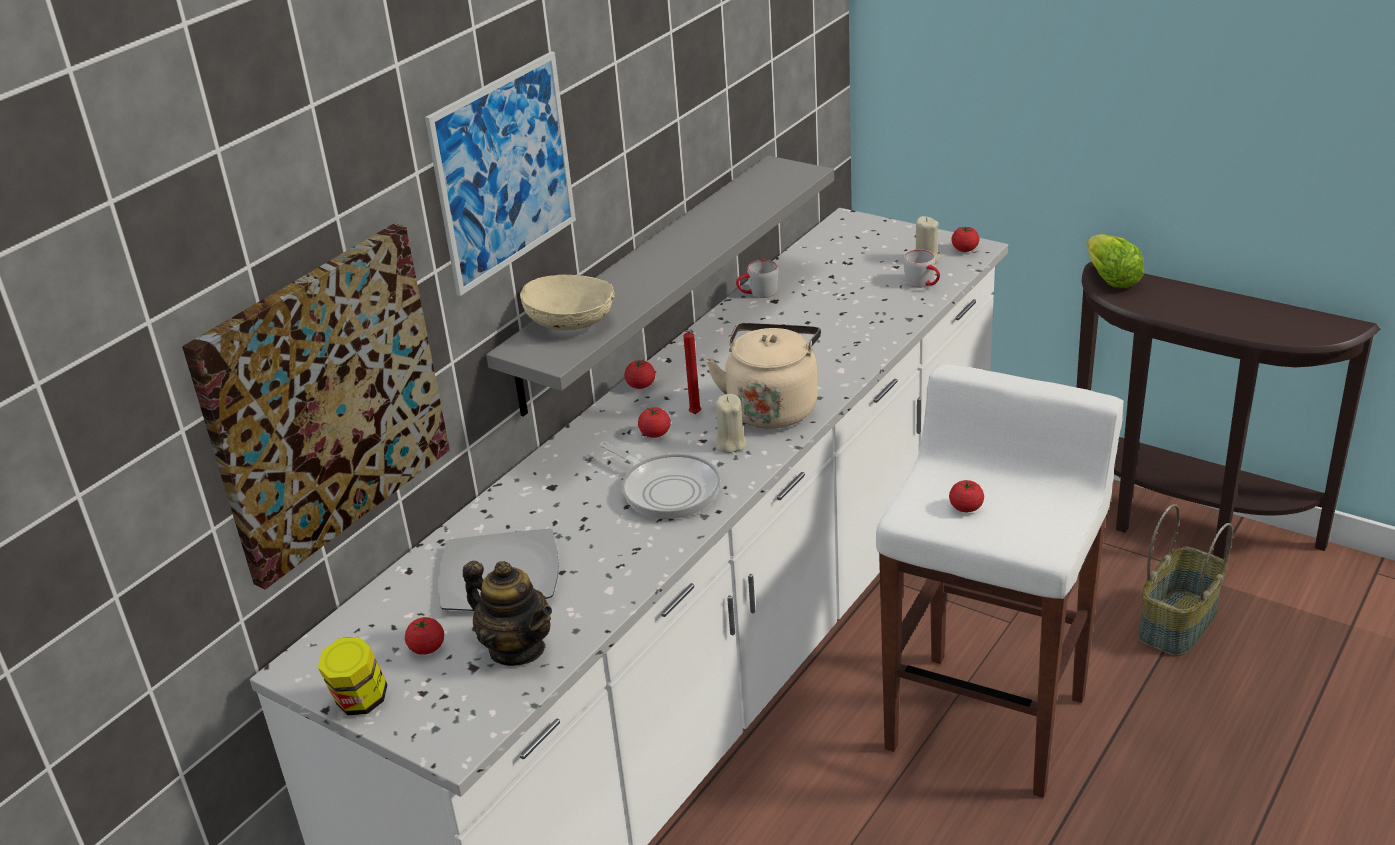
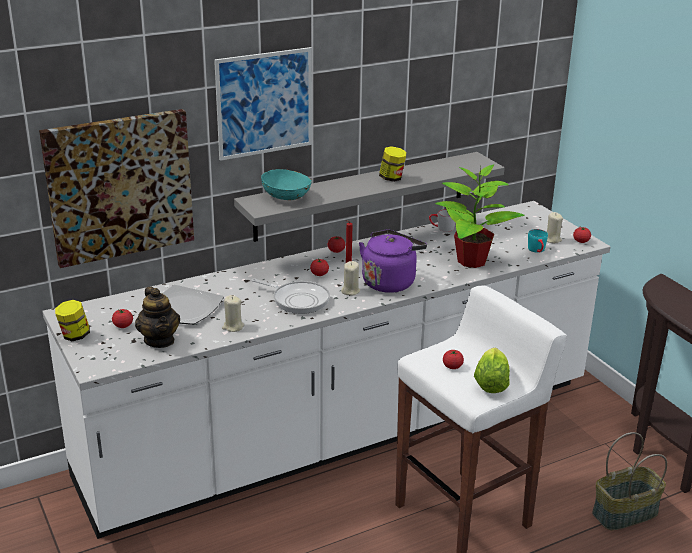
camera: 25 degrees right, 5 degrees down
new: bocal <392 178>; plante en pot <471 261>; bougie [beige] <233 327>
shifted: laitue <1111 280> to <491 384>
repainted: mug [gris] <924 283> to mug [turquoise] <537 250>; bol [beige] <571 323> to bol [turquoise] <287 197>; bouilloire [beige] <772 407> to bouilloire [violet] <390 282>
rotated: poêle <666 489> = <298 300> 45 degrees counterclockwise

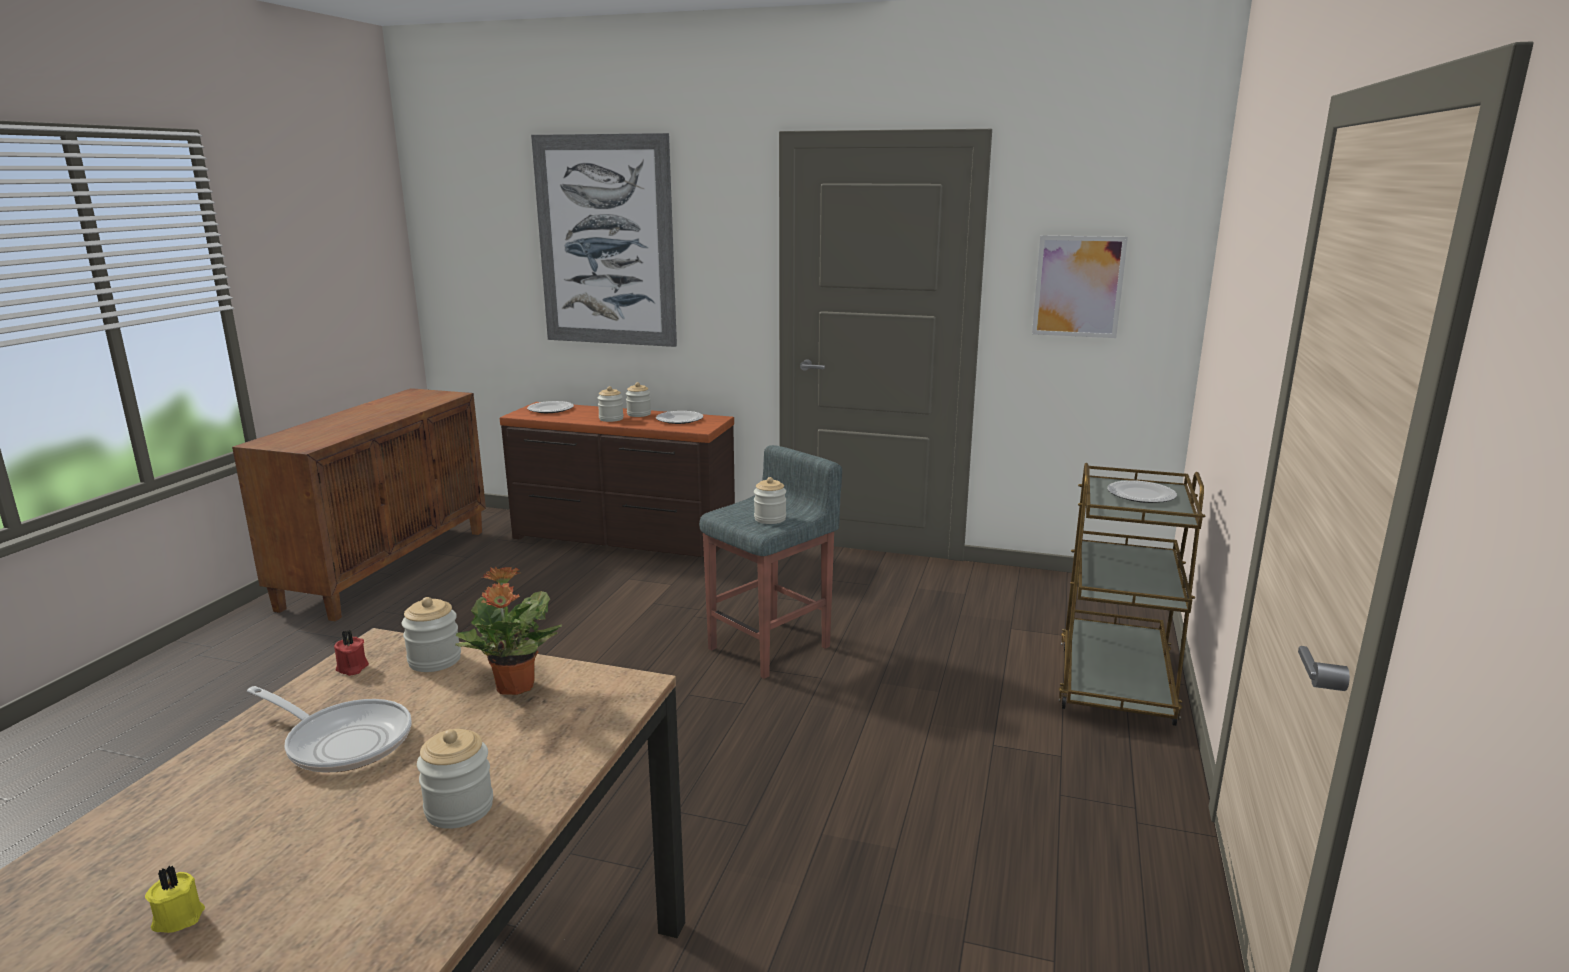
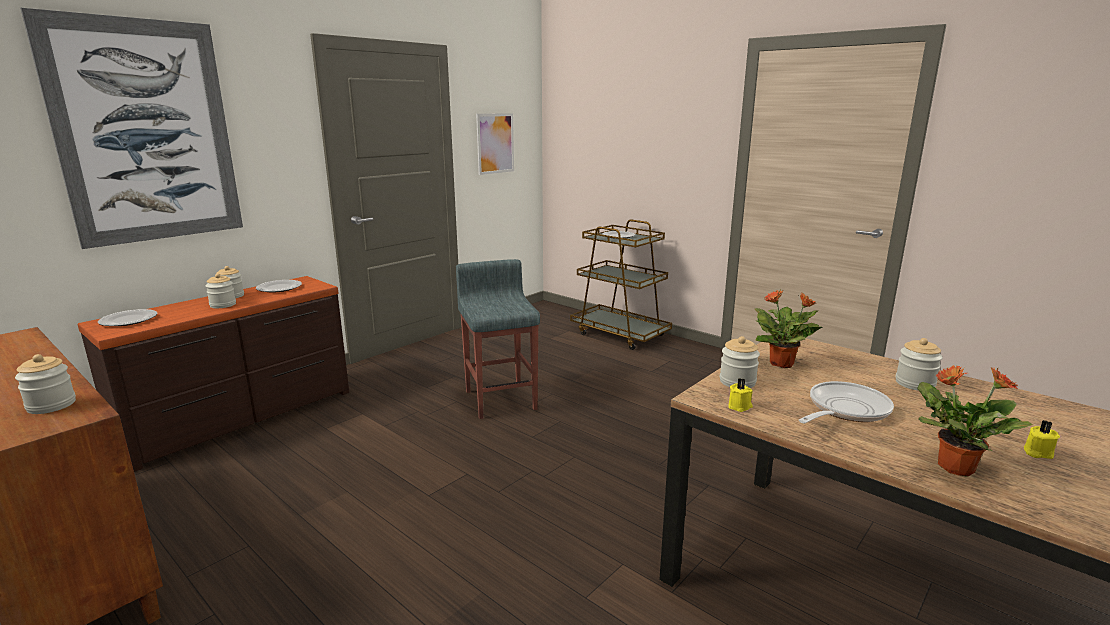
camera: 65 degrees left, 0 degrees up
new: plante en pot <954 467>
shifted: bocal <770 519> to <51 405>
repainted: bougie [rouge] <352 668> to bougie [jaune] <740 406>

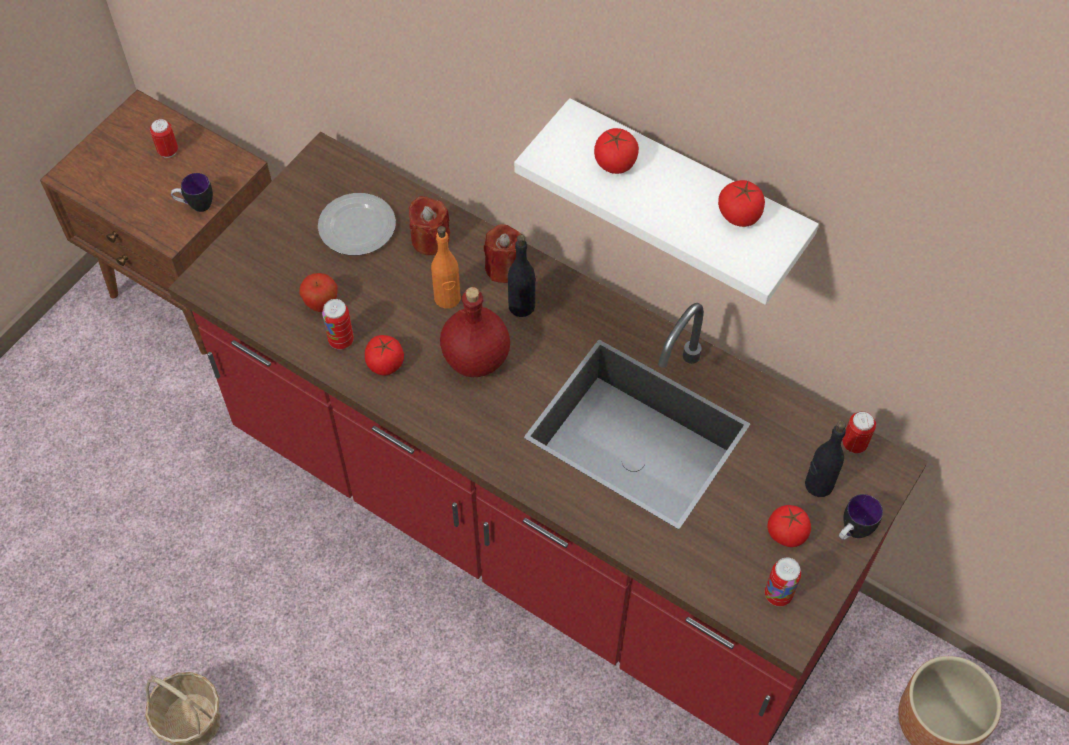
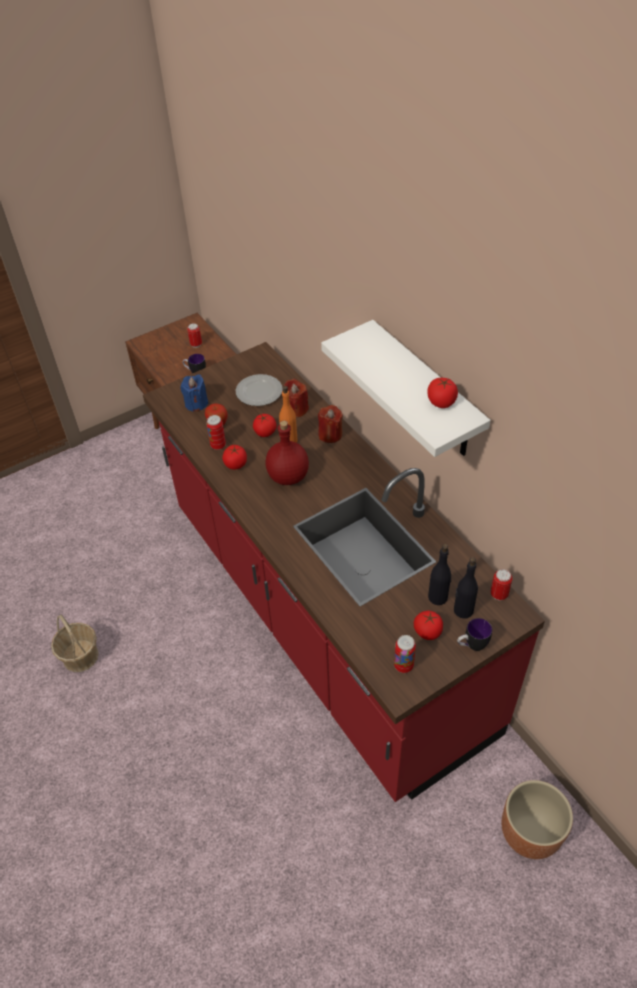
camera: 25 degrees right, 10 degrees down
new: bougie [bleu] <196 403>
shifted: tomate <615 163> to <265 432>; bouteille [noir] <522 306> to <438 597>

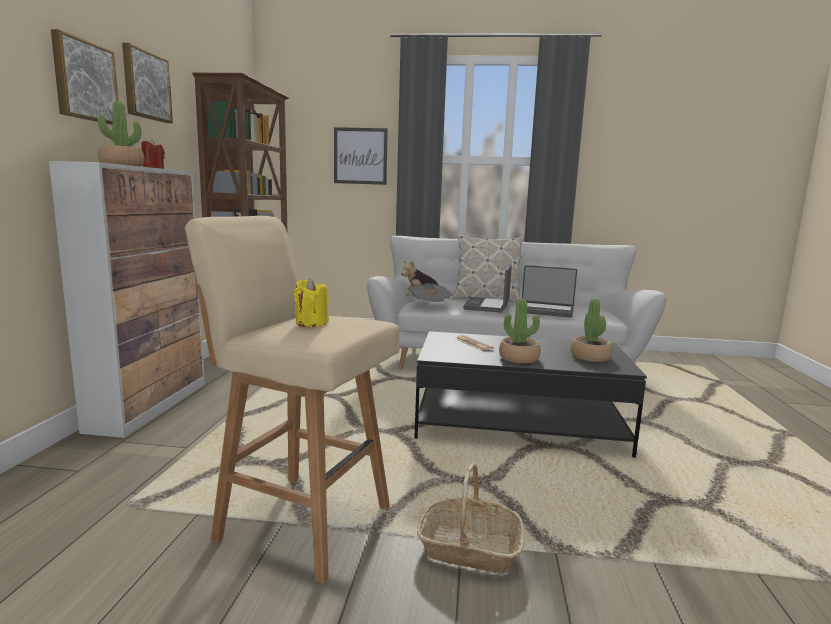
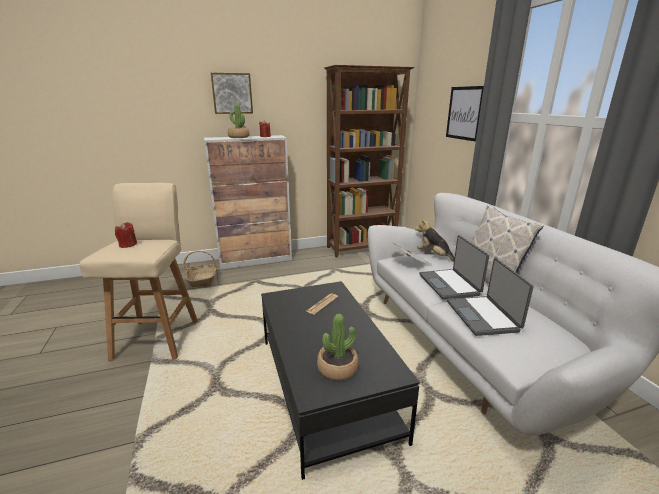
camera: 65 degrees right, 10 degrees up
gone: tableau <145 85>; plante en pot <519 358>
shifted: panier <469 548> to <203 279>
repainted: bougie [jaune] <311 323> to bougie [rouge] <128 245>
rotated: ordinateur portable <488 306> = <450 284> 90 degrees counterclockwise

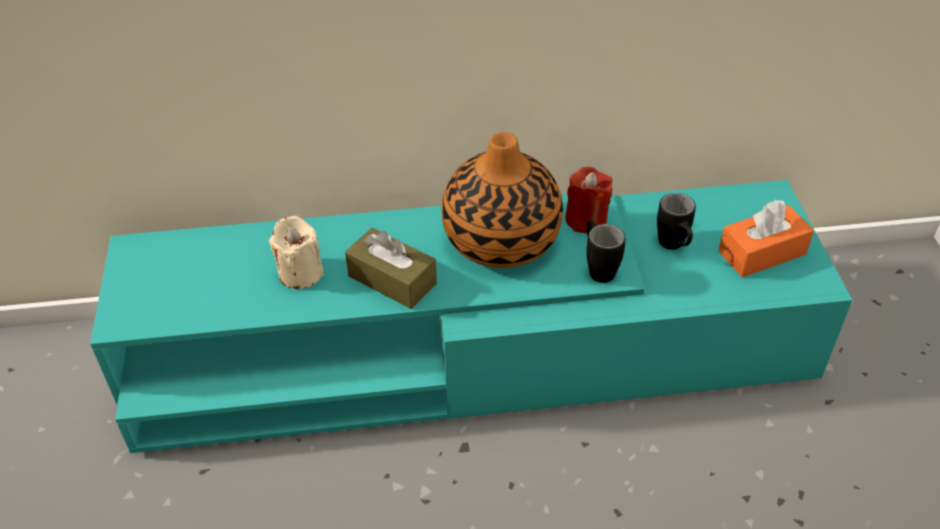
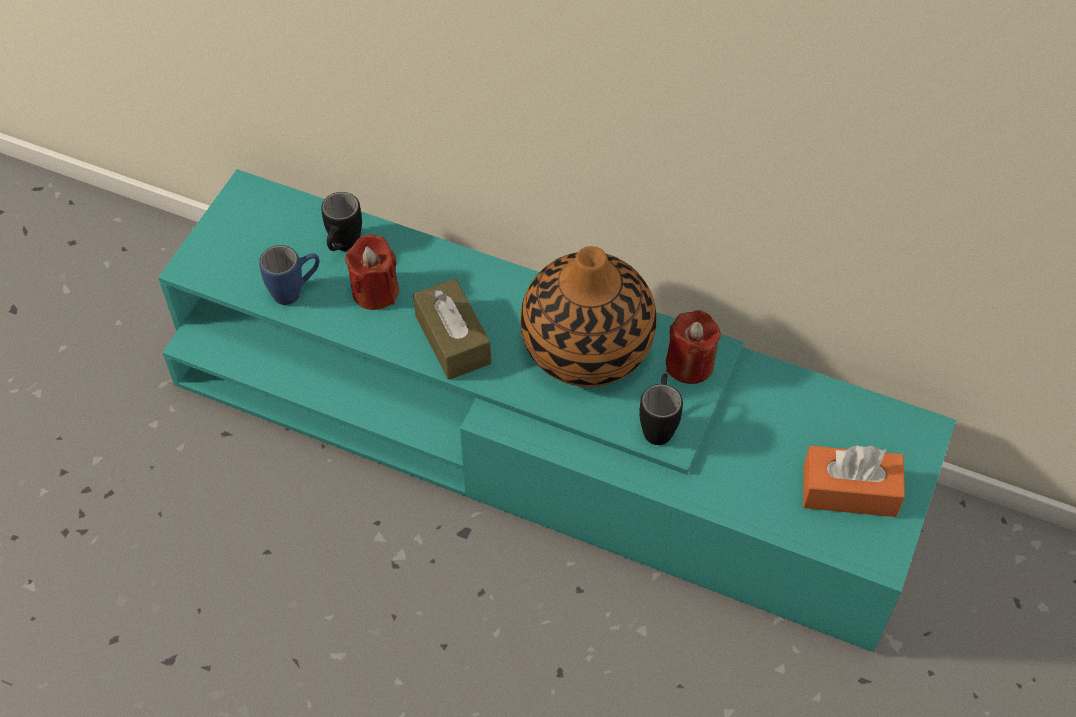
camera: 30 degrees right, 10 degrees up
new: mug [bleu] <295 291>
shifted: mug [noir] <674 247> to <343 248>
repainted: bougie [beige] <300 273> to bougie [rouge] <375 291>

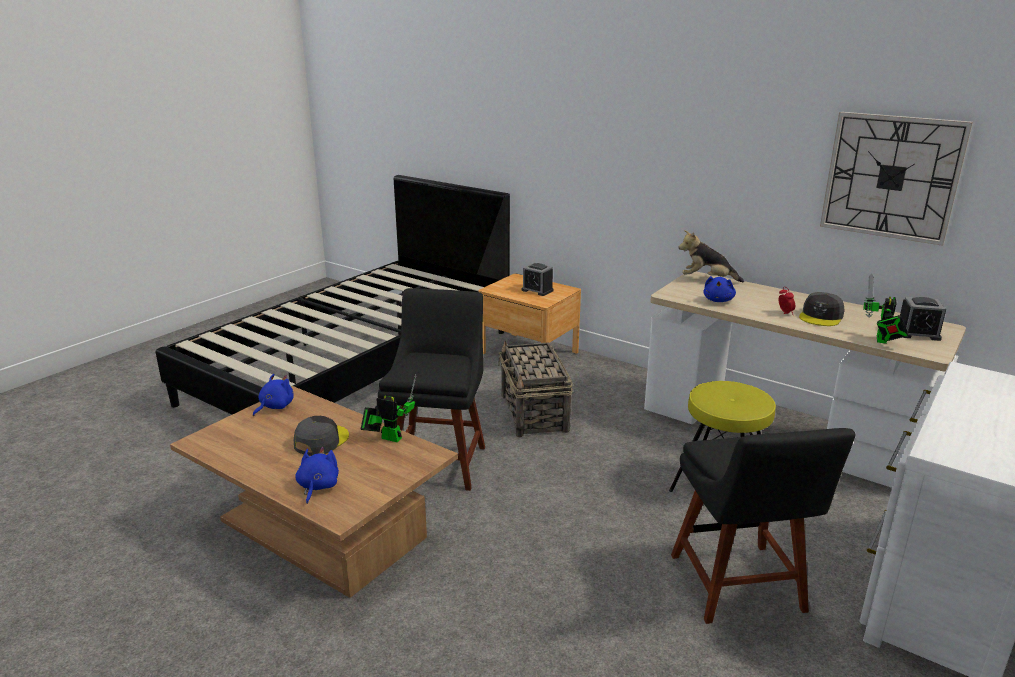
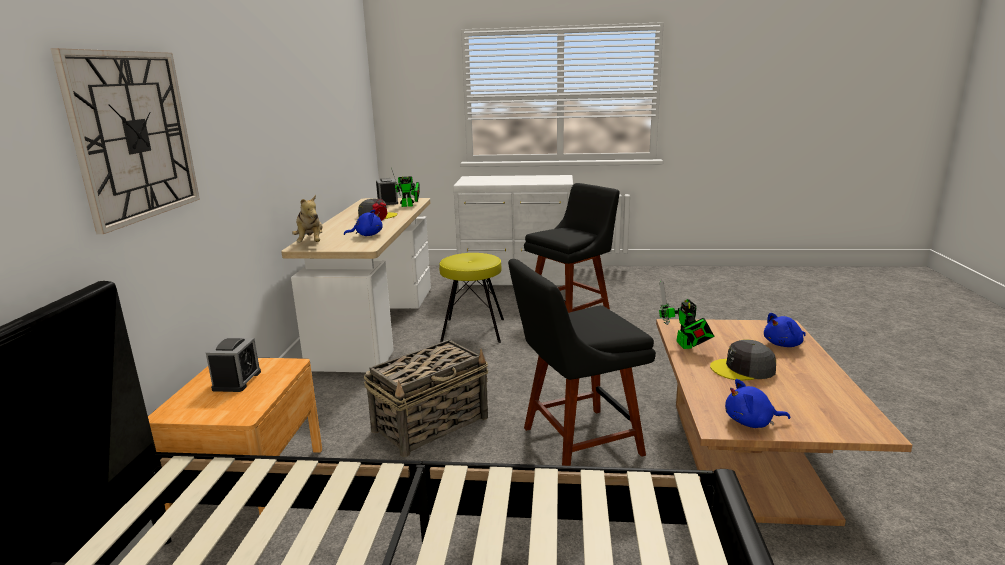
camera: 120 degrees left, 5 degrees down
shifted: horloge murale <891 177> to <133 136>

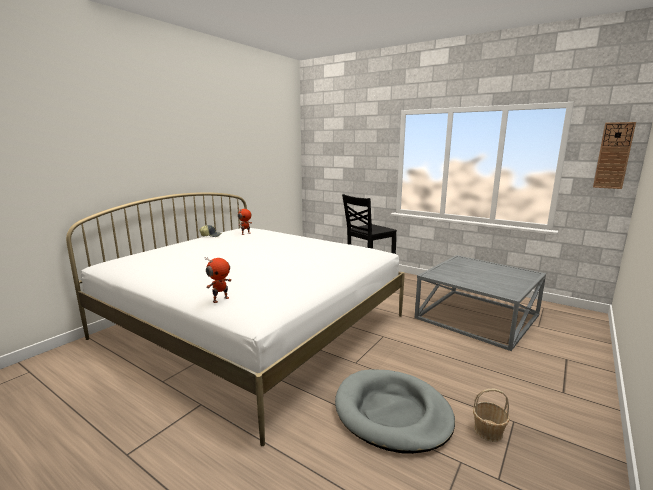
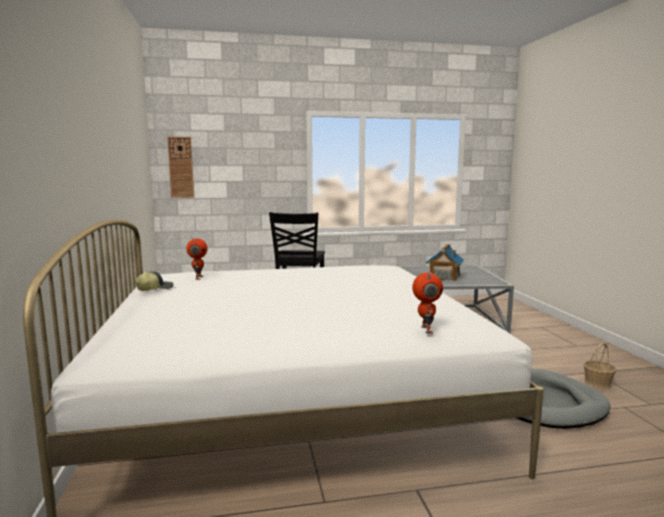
camera: 45 degrees left, 5 degrees down
new: maison miniature <444 277>
shifted: horloge murale <613 156> to <181 167>

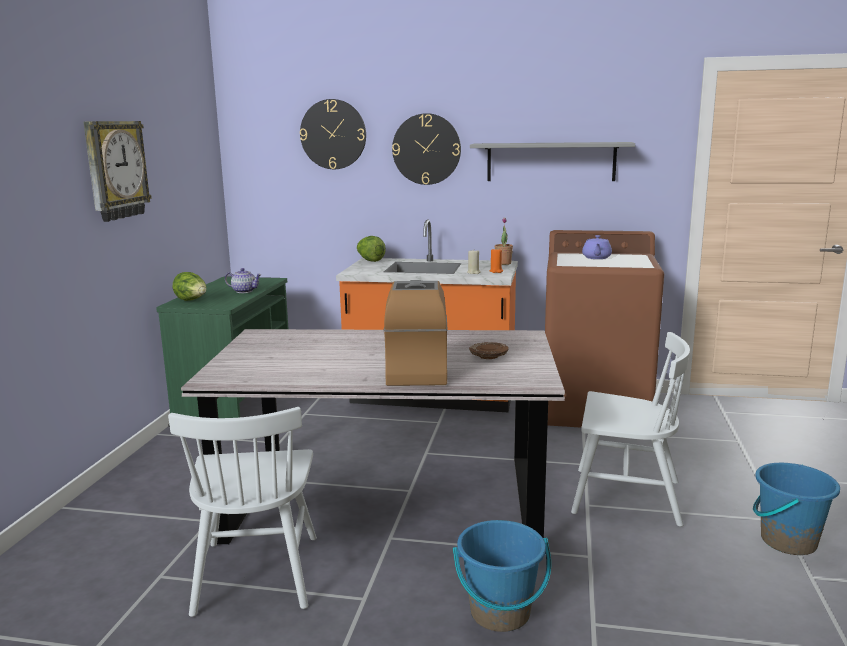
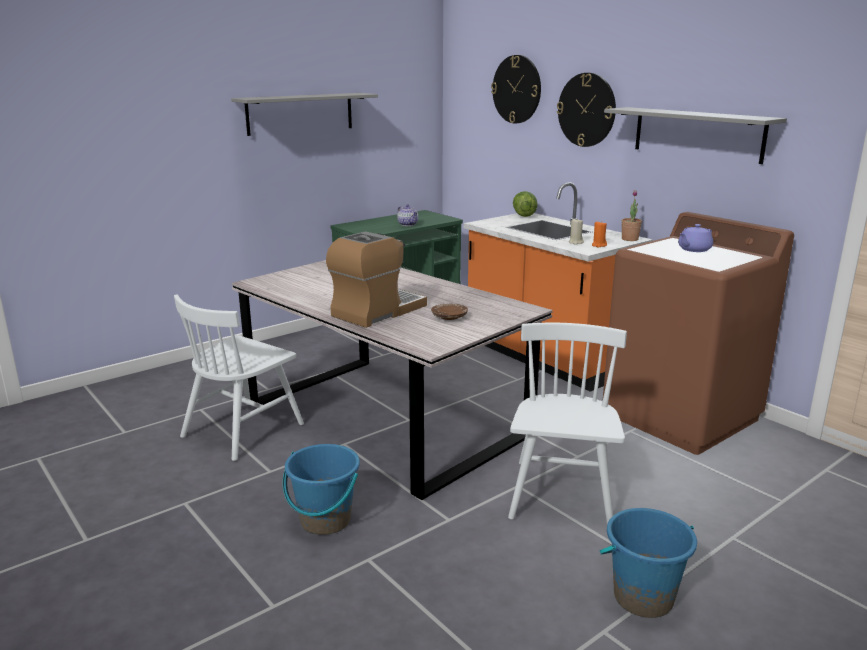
camera: 40 degrees right, 5 degrees up
gone: laitue <192 301>
swapped: horloge murale <115 170> to étagère [gris] <300 113>
rotated: chaise [blanc] <625 497> = <562 495> 135 degrees counterclockwise

